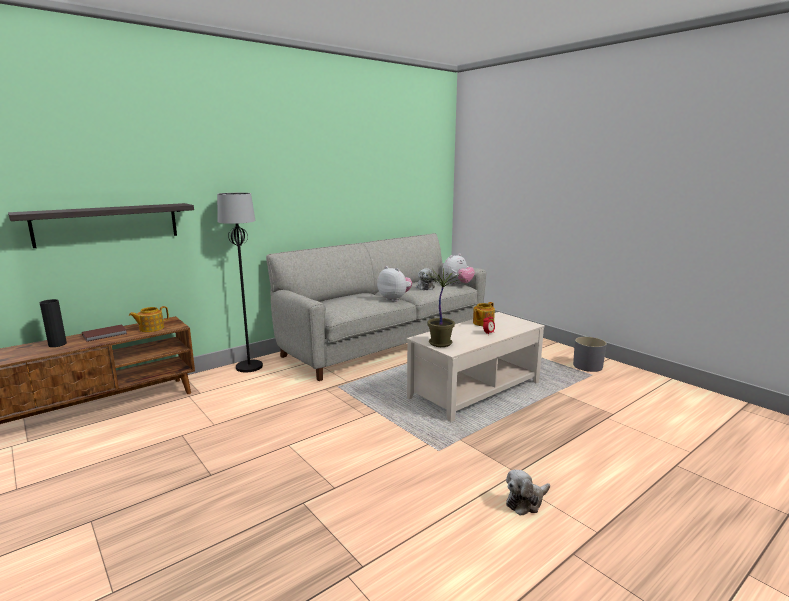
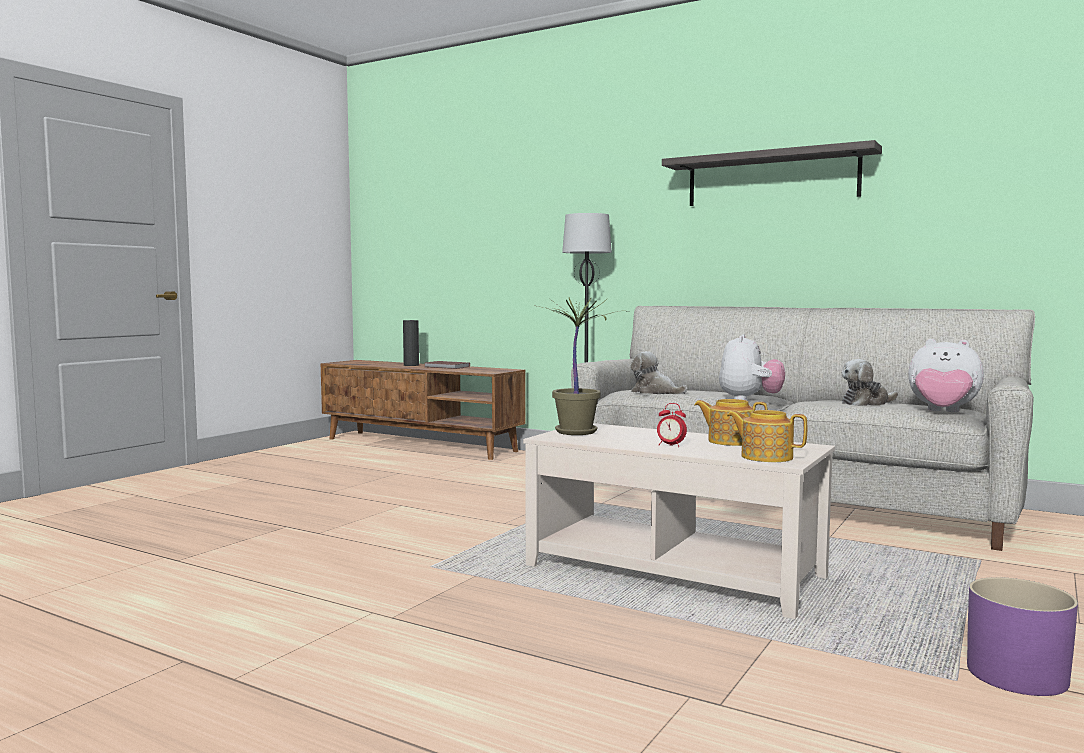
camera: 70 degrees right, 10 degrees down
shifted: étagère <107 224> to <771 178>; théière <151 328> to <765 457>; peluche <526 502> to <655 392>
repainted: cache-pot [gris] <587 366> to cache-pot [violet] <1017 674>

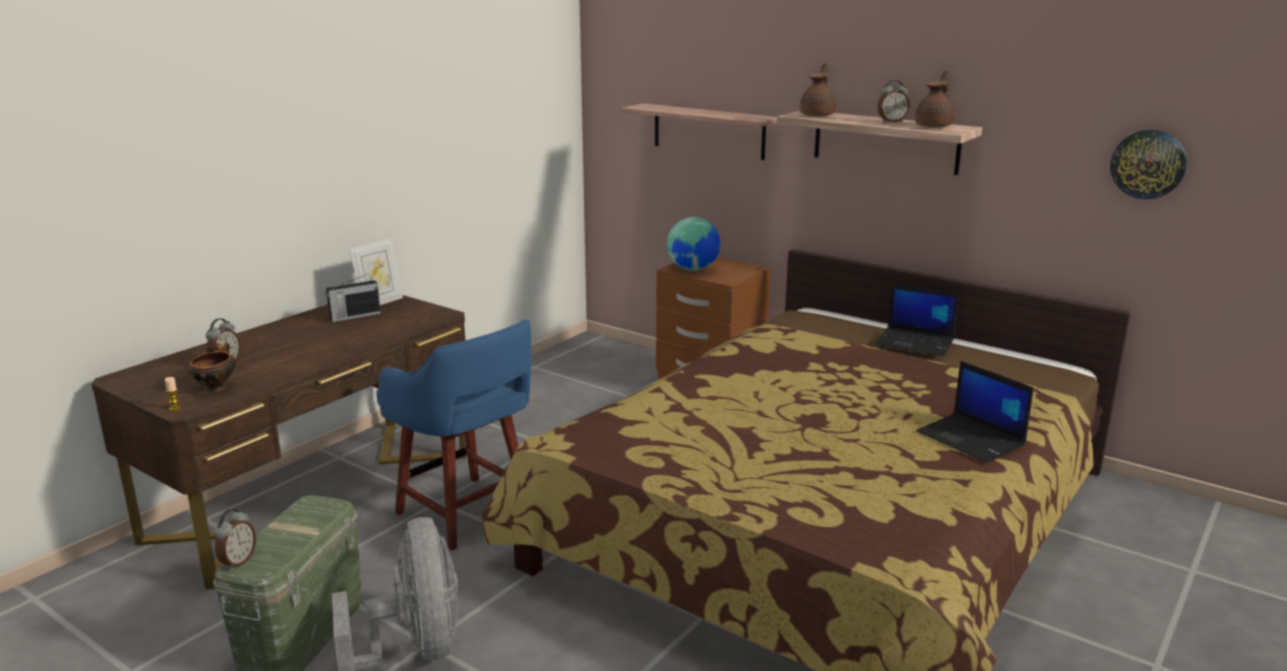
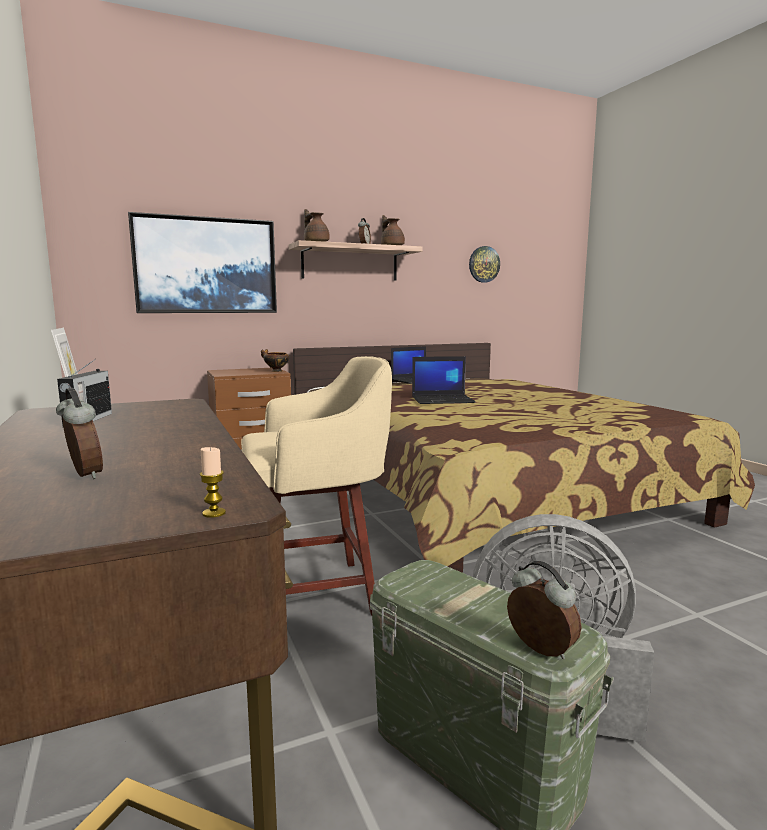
camera: 60 degrees left, 10 degrees down
gone: globe <693 269>
shifted: bol <216 387> to <275 371>; ordinateur portable <972 439> to <443 400>
swapped: étagère <708 131> to tableau <206 266>
repainted: tabouret [bleu] <467 514> to tabouret [beige] <318 593>

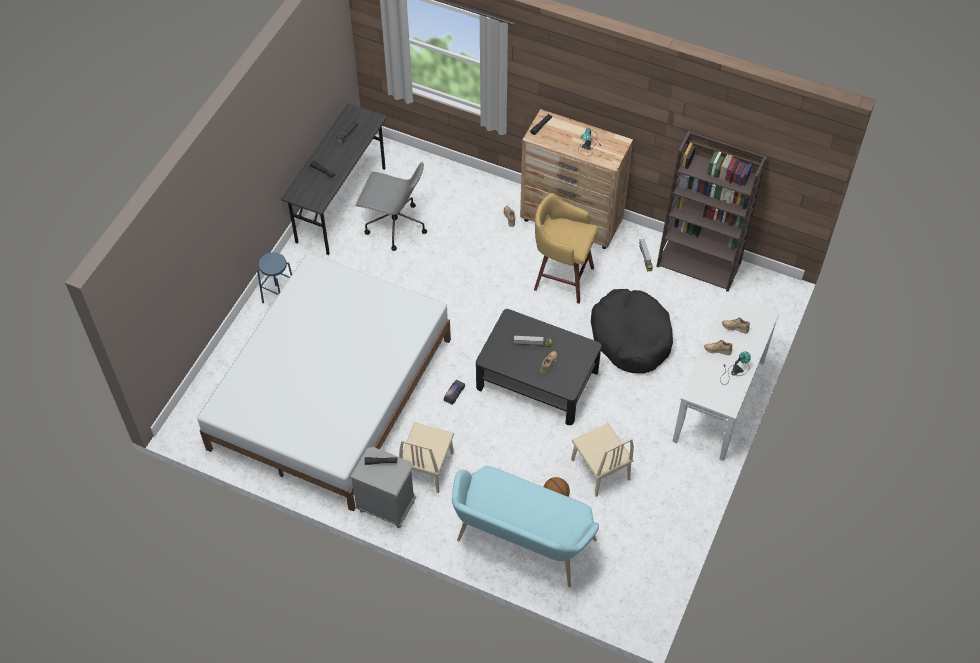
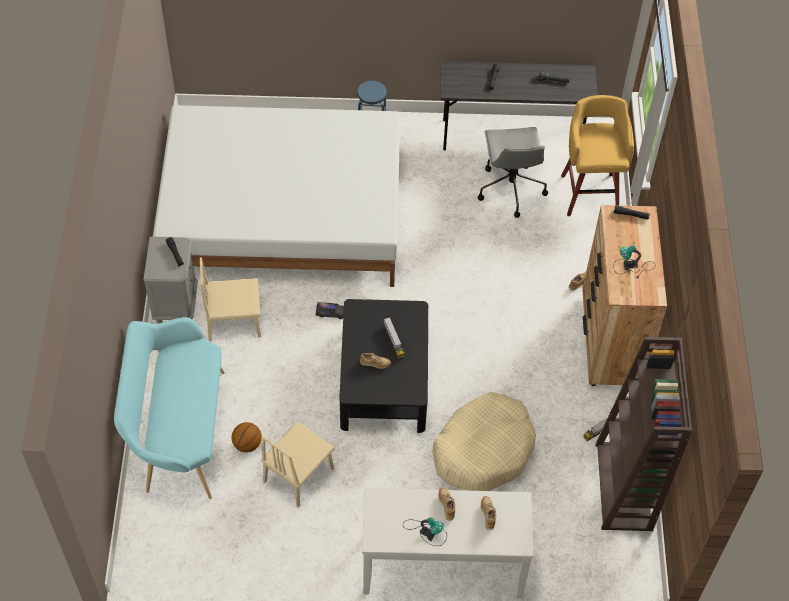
camera: 65 degrees right, 0 degrees up
shifted: tabouret [jaune] <561 278> to <589 192>
repainted: panier pour chien [noir] <631 337> to panier pour chien [beige] <483 450>

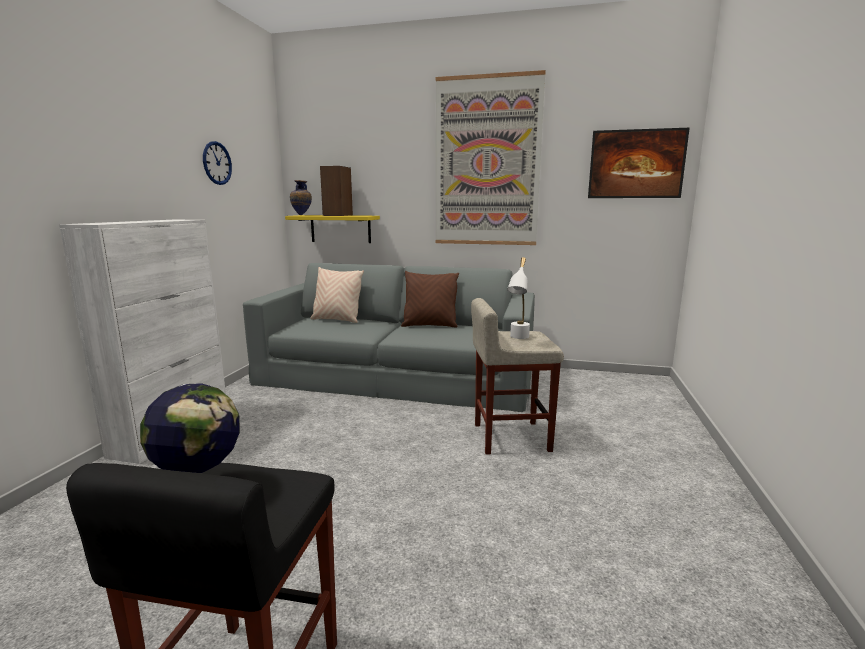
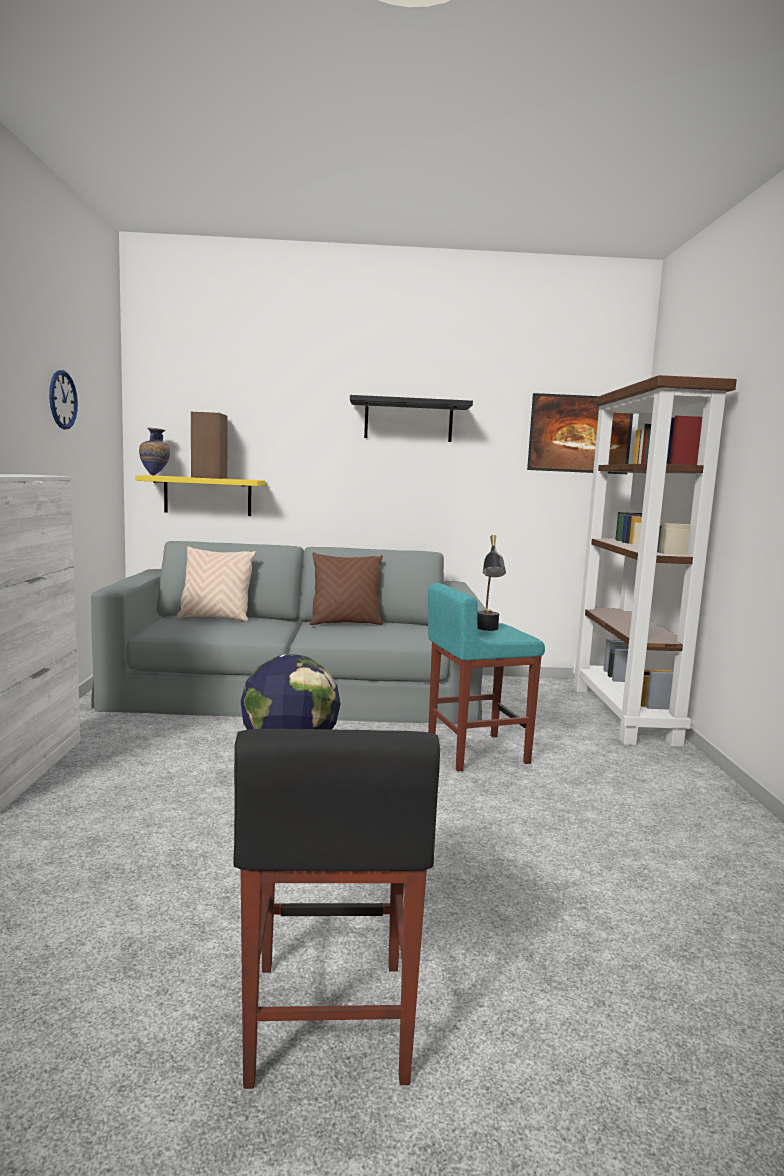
camera: 15 degrees left, 5 degrees down
new: bibliothèque [marron] <624 715>
swapped: tableau <487 162> to étagère [noir] <408 421>
repainted: lampe de table [blanc] <518 338> to lampe de table [noir] <487 630>; tabouret [beige] <510 437> to tabouret [turquoise] <475 752>

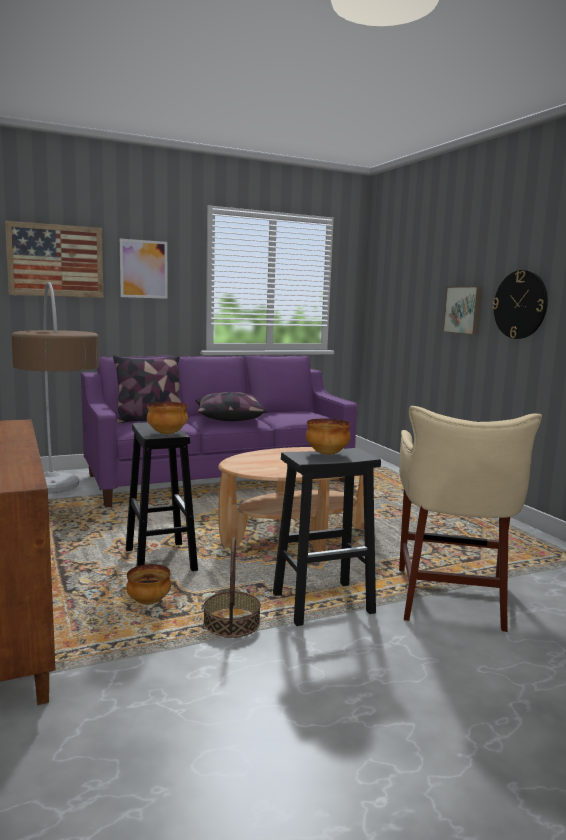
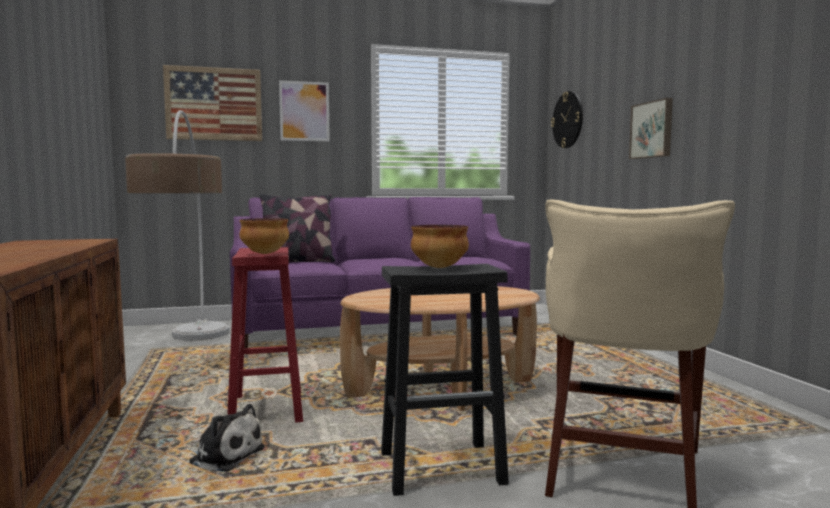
camera: 10 degrees right, 5 degrees down
gone: coussin <229 418>; panier <232 622>
shifted: horloge murale <520 304> to <568 120>
swapped: bol <148 602> to peluche <224 455>
repainted: tabouret [noir] <159 559> to tabouret [rouge] <266 408>

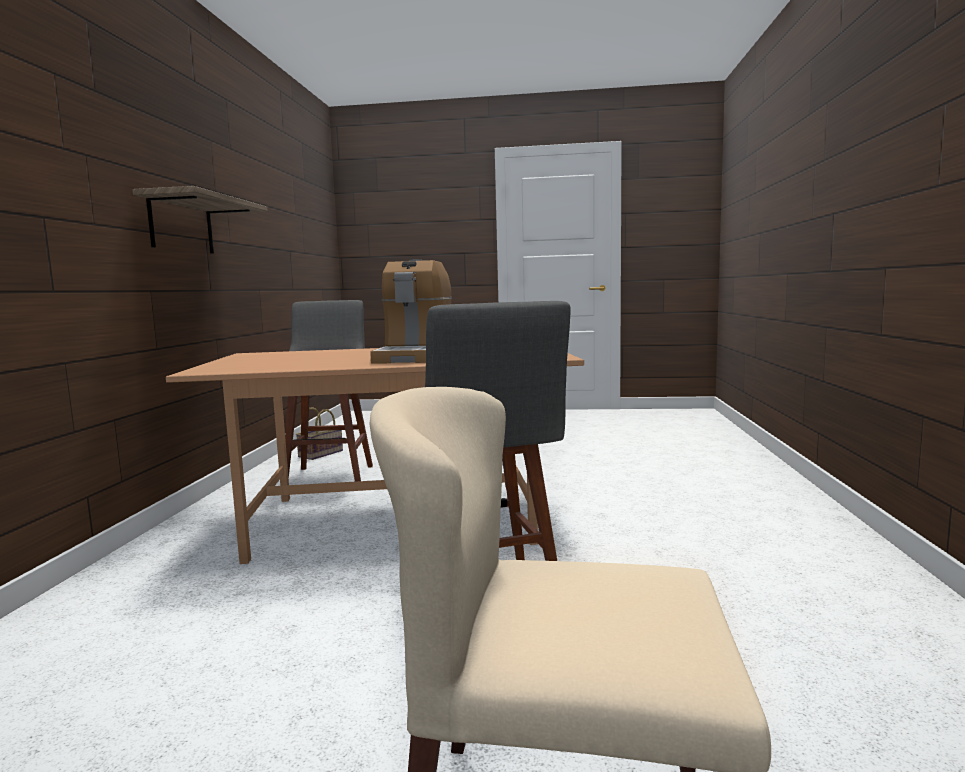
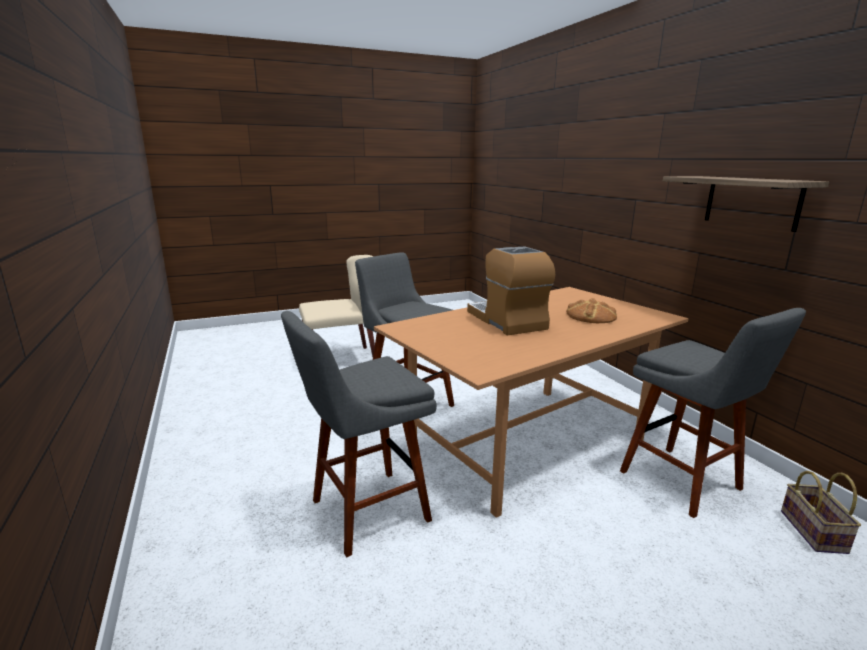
camera: 150 degrees right, 10 degrees up
new: pain <591 316>; tabouret [gris] <364 512>

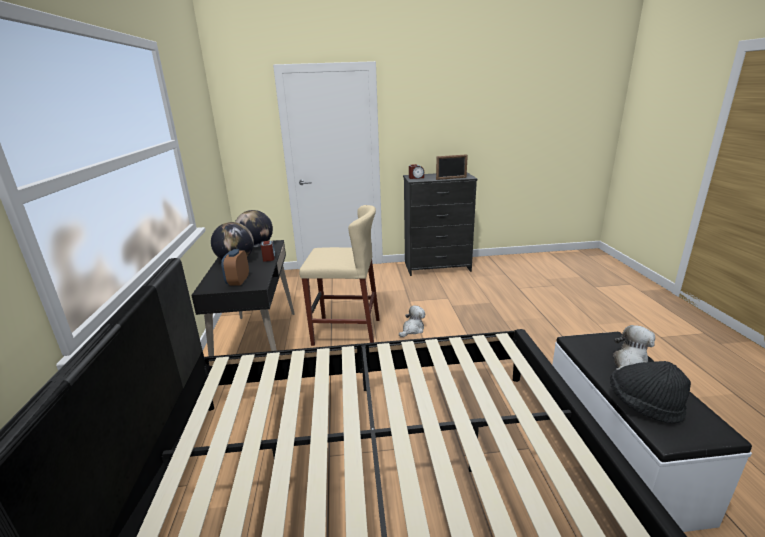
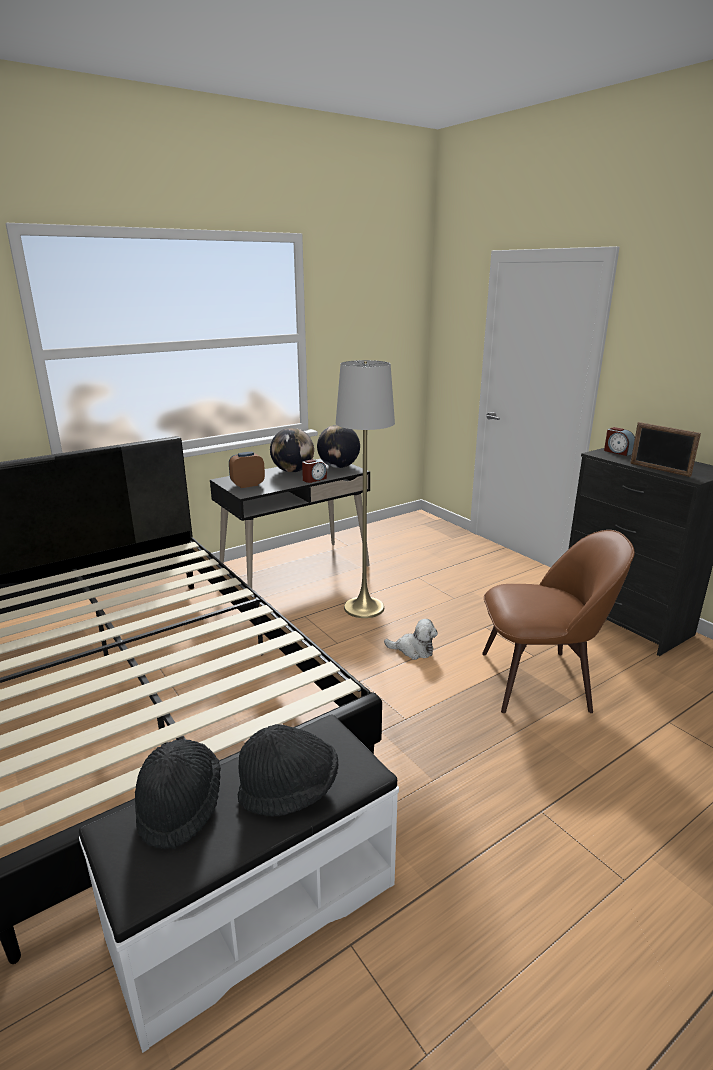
camera: 60 degrees right, 0 degrees up
new: chaise [marron] <539 681>
swapped: tabouret [beige] <346 332> to lampadaire [gris] <364 607>; peluche <629 363> to chapeau [noir] <289 791>

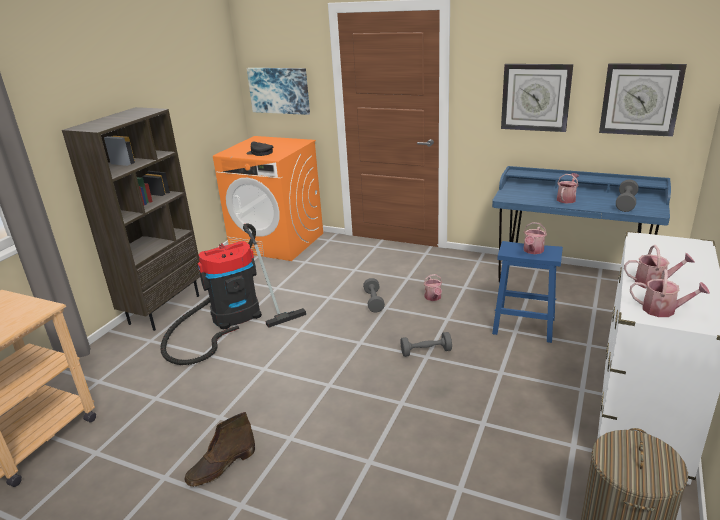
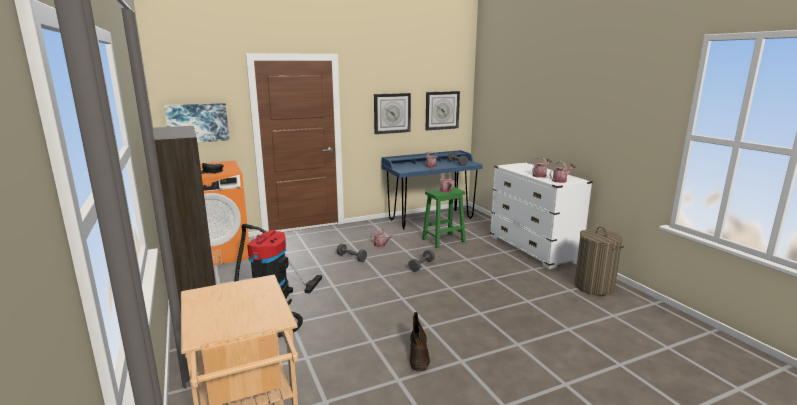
camera: 50 degrees left, 10 degrees down
repainted: tabouret [bleu] <522 326> to tabouret [vert] <443 240>

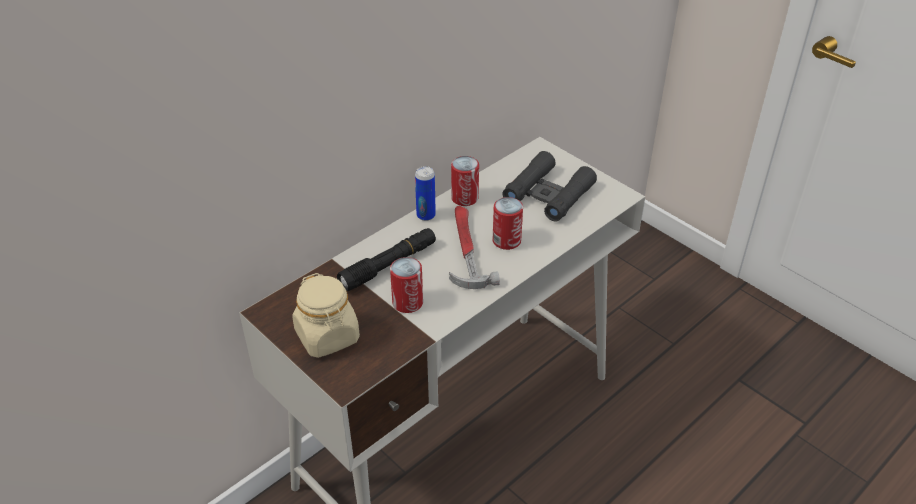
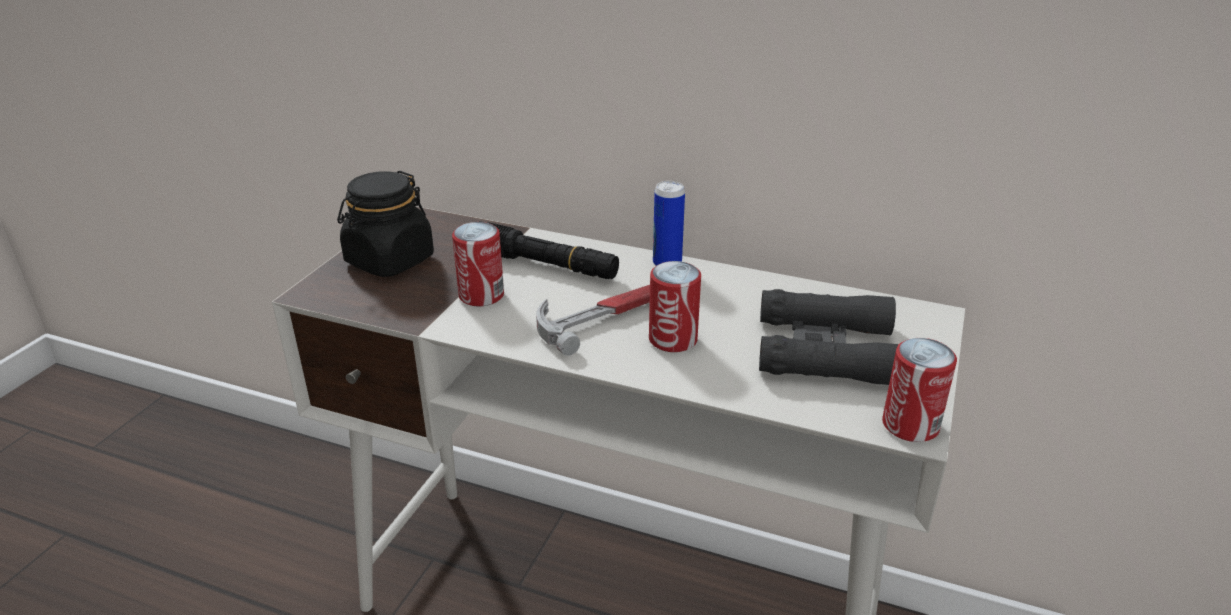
camera: 65 degrees right, 10 degrees down
shifted: boîte métallique <464 198> to <910 425>
repainted: bocal [beige] <327 336> to bocal [noir] <389 260>

